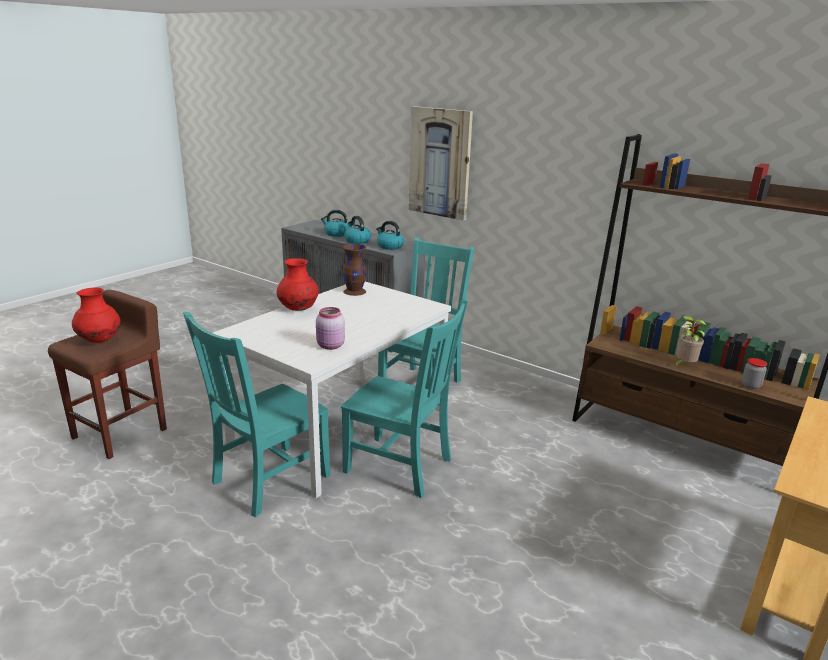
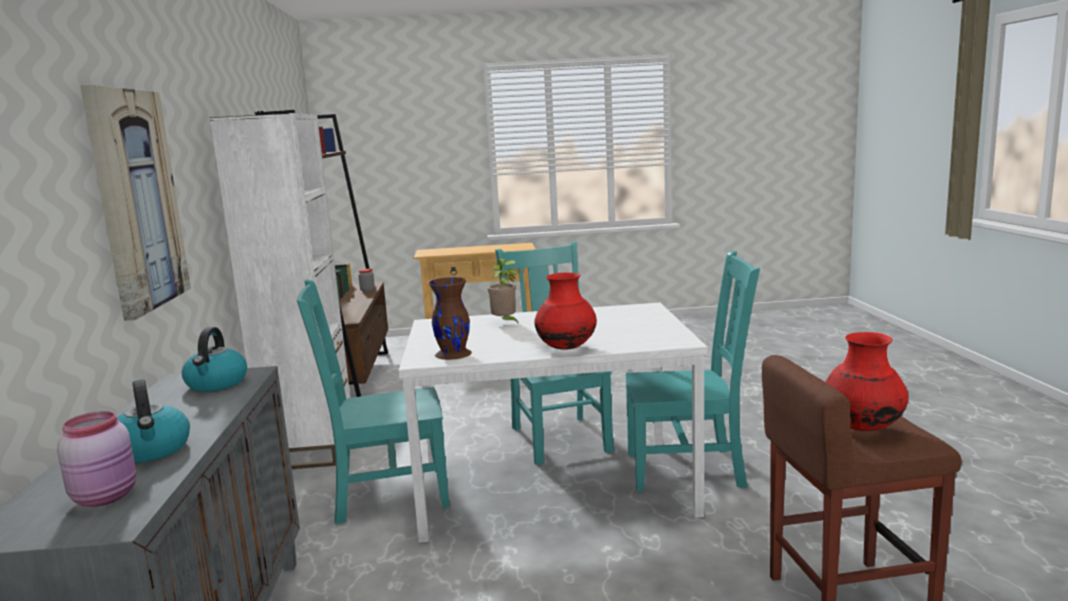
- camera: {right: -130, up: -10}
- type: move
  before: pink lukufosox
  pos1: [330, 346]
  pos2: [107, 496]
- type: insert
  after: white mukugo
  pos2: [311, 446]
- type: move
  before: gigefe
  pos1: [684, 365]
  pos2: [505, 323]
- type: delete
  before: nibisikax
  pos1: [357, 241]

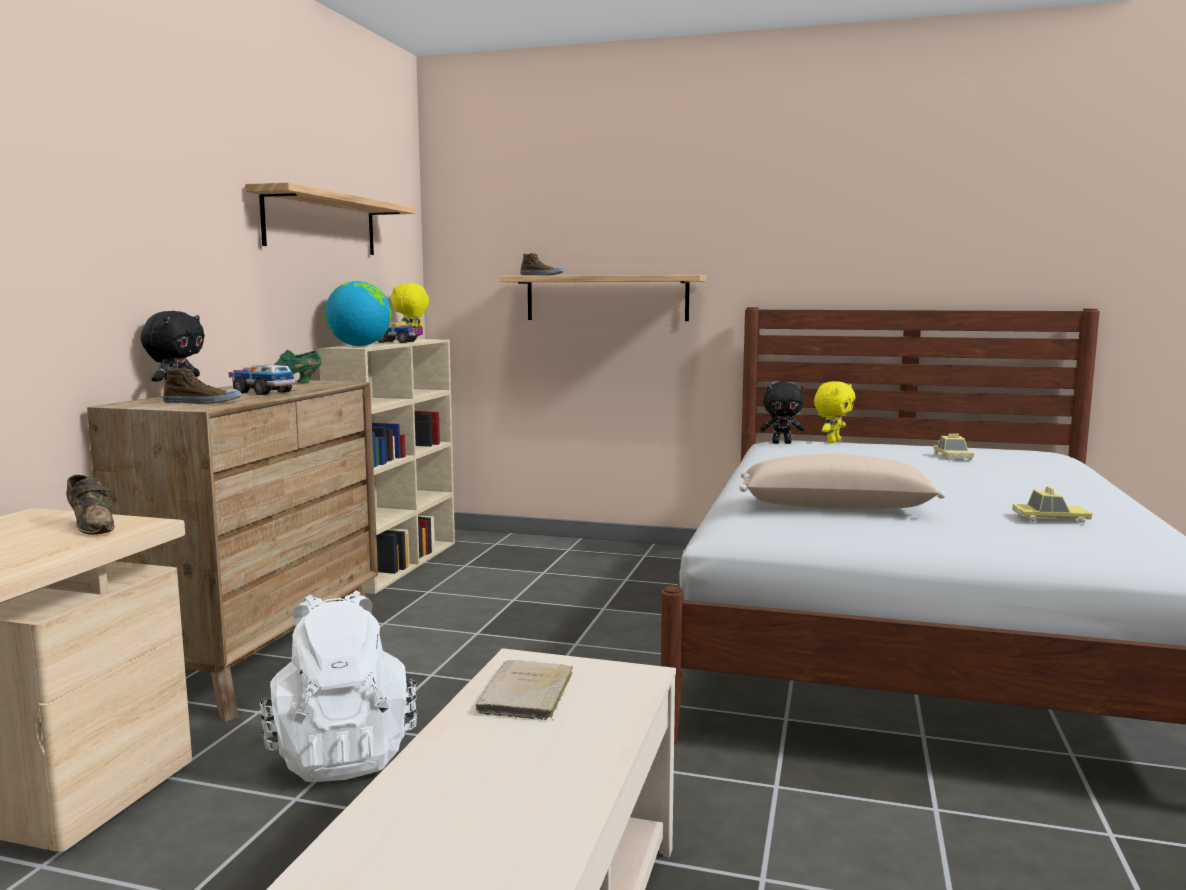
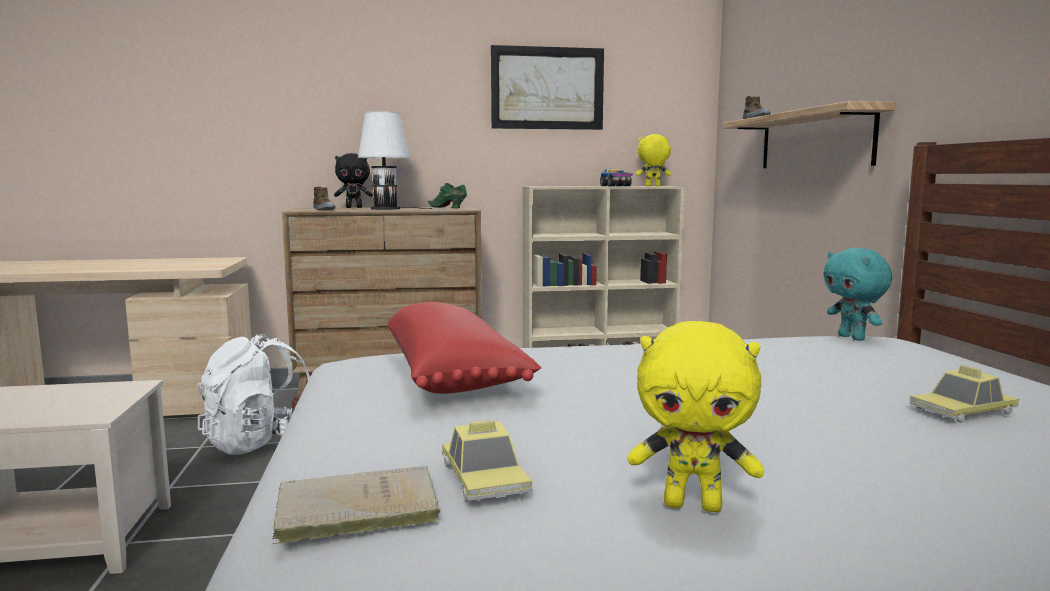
- camera: {right: 65, up: 0}
- type: move
  before: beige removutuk
  pos1: [525, 695]
  pos2: [352, 509]
- type: replace
  before: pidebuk
  after: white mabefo
  pos1: [262, 392]
  pos2: [388, 209]
- type: recolor
  before: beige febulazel
  after: red febulazel
  pos1: [836, 506]
  pos2: [454, 375]
- type: replace
  before: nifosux
  after: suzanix
  pos1: [321, 224]
  pos2: [547, 88]
- type: move
  before: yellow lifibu
  pos1: [832, 442]
  pos2: [693, 505]
- type: recolor
  before: black lifibu
  after: turquoise lifibu
  pos1: [782, 443]
  pos2: [852, 338]
- type: delete
  before: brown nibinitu
  pos1: [91, 527]
- type: delete
  before: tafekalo
  pos1: [360, 345]

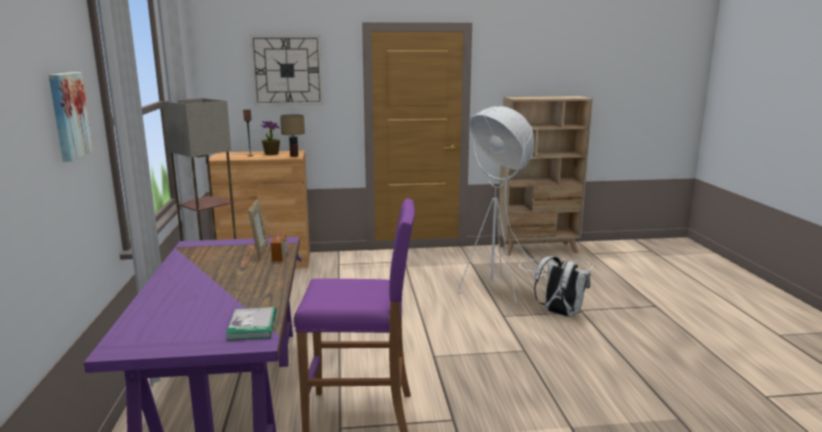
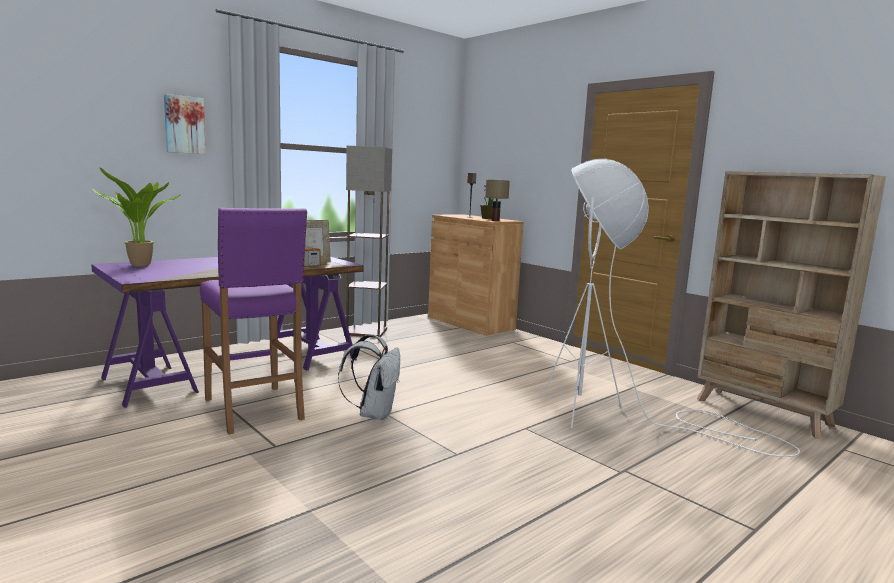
- camera: {right: 55, up: -5}
- type: insert
  after: gigefe
  pos2: [142, 266]
- type: move
  before: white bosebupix
  pos1: [559, 313]
  pos2: [374, 413]
- type: delete
  before: removutuk
  pos1: [252, 326]
- type: delete
  before: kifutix
  pos1: [287, 70]

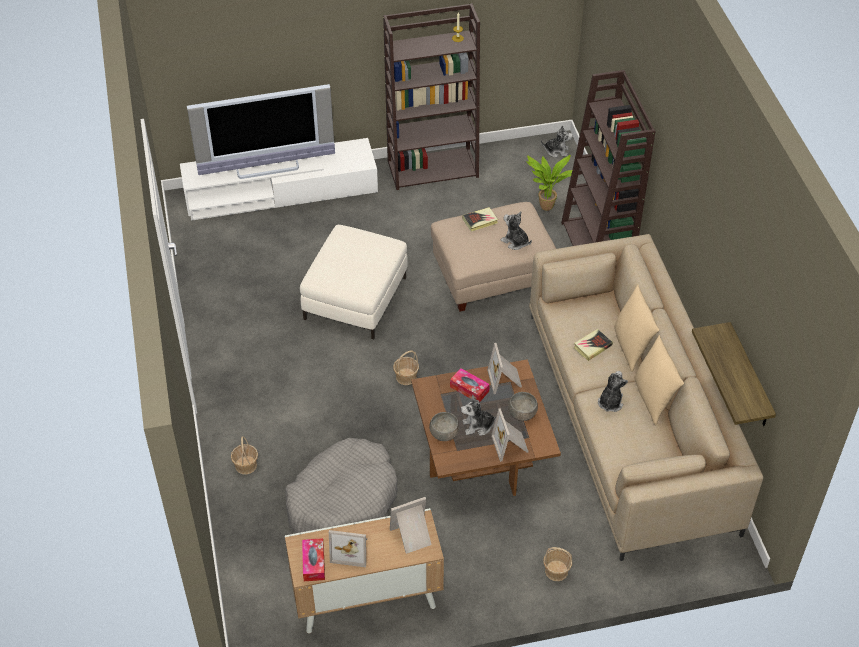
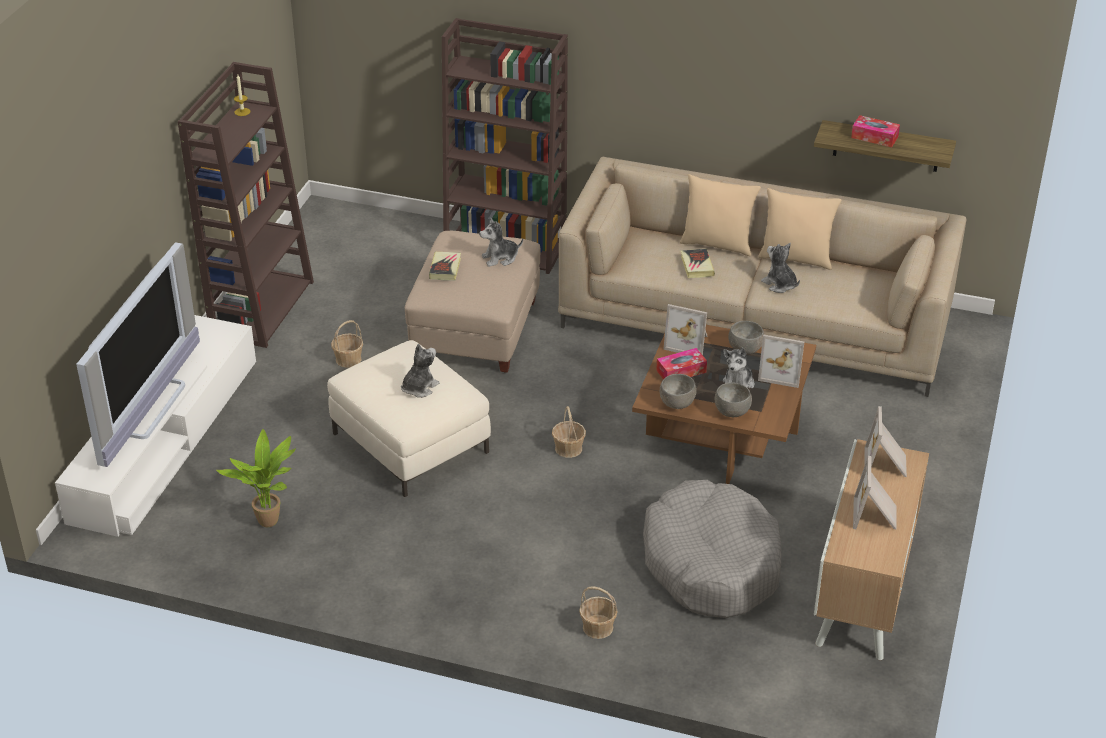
- camera: {right: -60, up: -10}
- type: move
  before: gigefe
  pos1: [546, 209]
  pos2: [271, 523]
- type: move
  before: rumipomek
  pos1: [556, 571]
  pos2: [348, 359]
- type: move
  before: lifibu
  pos1: [556, 151]
  pos2: [419, 388]
- type: insert
  after: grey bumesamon
  pos2: [676, 403]
- type: move
  before: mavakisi
  pos1: [313, 563]
  pos2: [874, 137]
- type: rotate
  before: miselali
  pos1: [351, 550]
  pos2: [875, 515]
  turn: 150

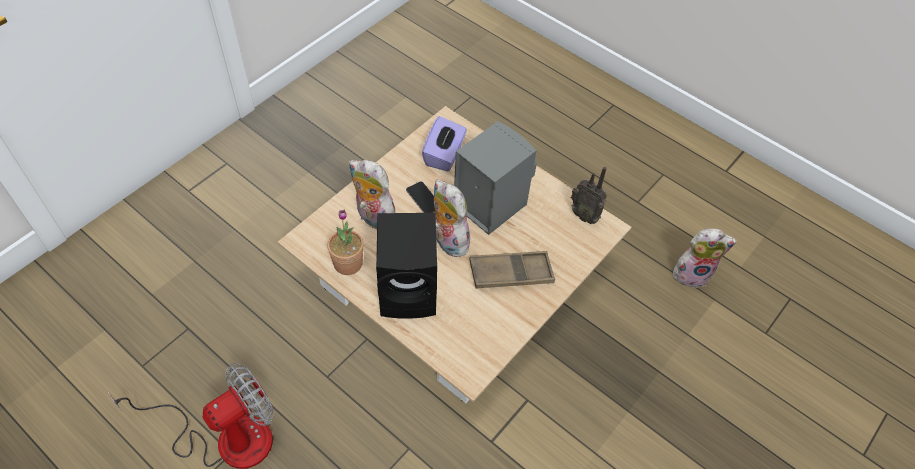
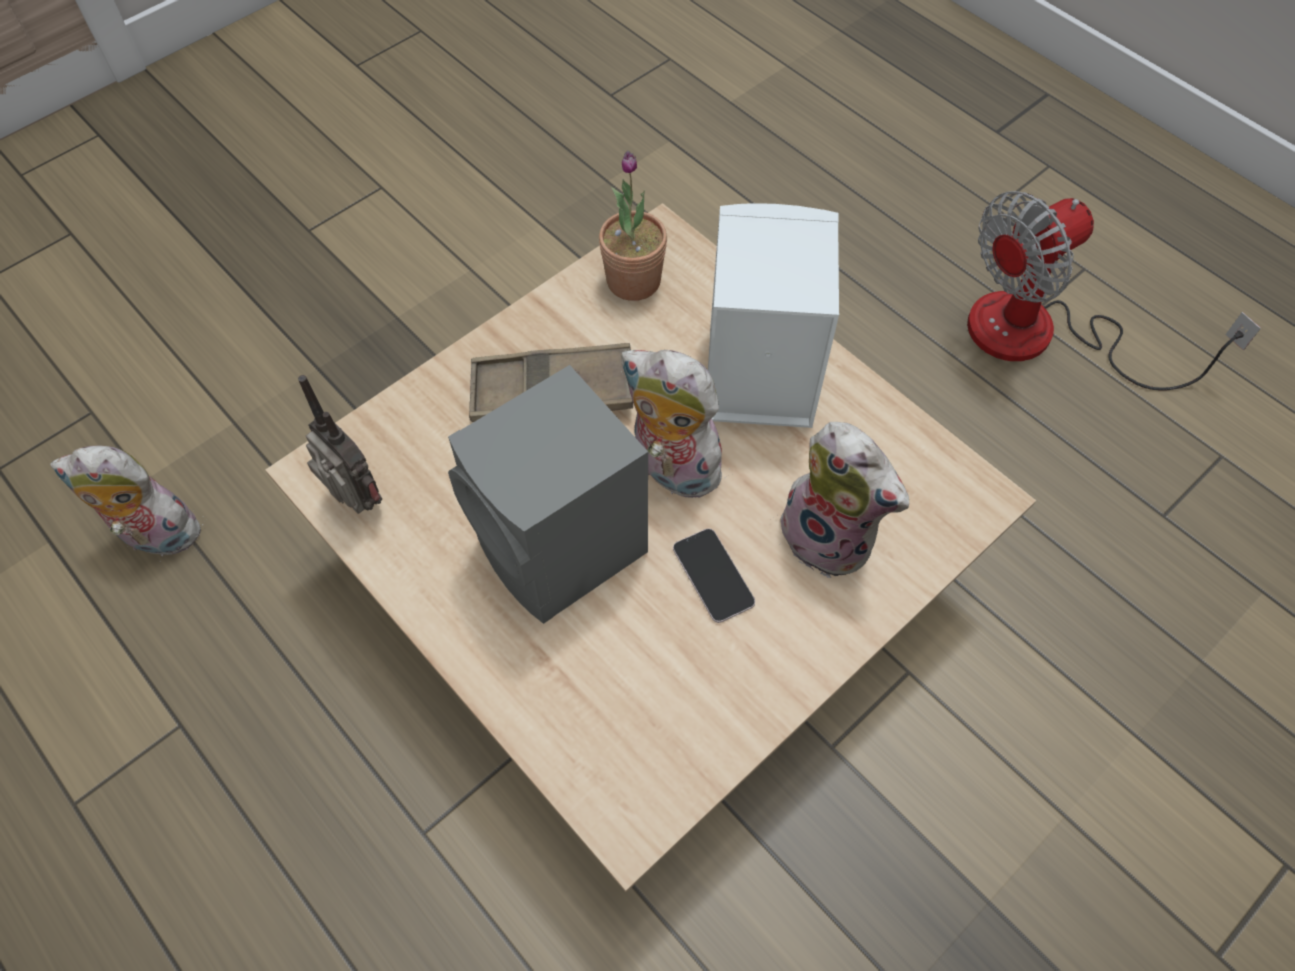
- camera: {right: -170, up: 5}
- type: move
  before: gigefe
  pos1: [348, 263]
  pos2: [633, 281]
- type: rotate
  before: lifibu
  pos1: [447, 241]
  pos2: [670, 469]
  turn: 150
- type: recolor
  before: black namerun
  after: white namerun
  pos1: [410, 291]
  pos2: [754, 375]
- type: delete
  before: purple mavakisi
  pos1: [444, 155]

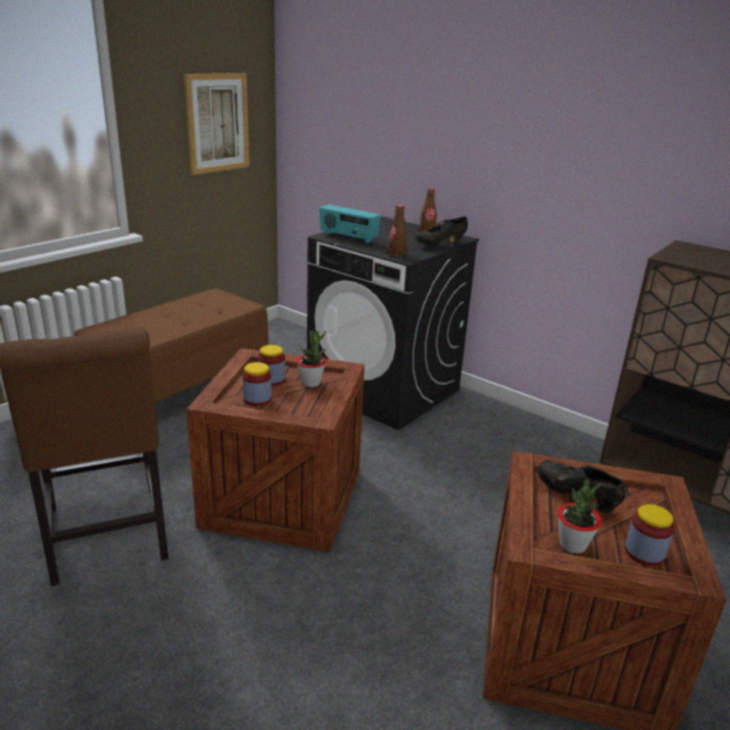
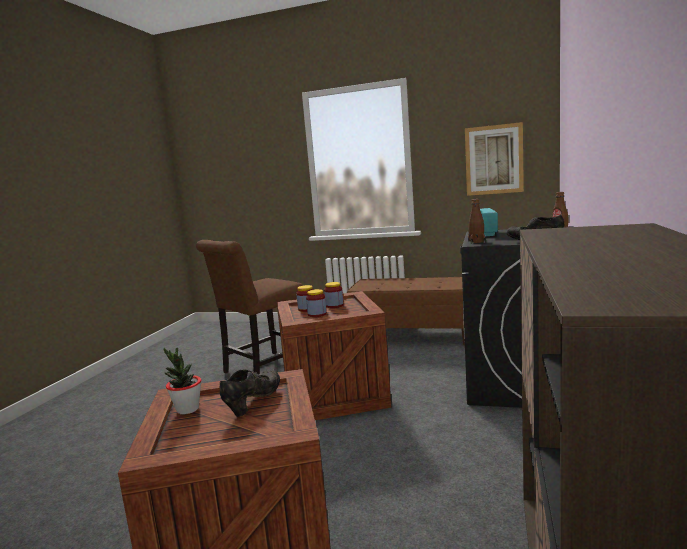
- camera: {right: 70, up: -15}
- type: move
  before: lukufosox
  pos1: [644, 553]
  pos2: [317, 314]
- type: delete
  before: gigefe
  pos1: [311, 383]

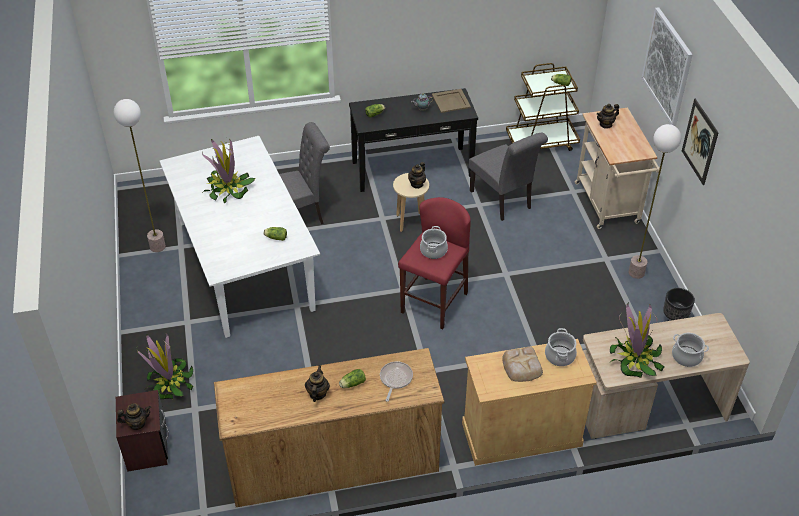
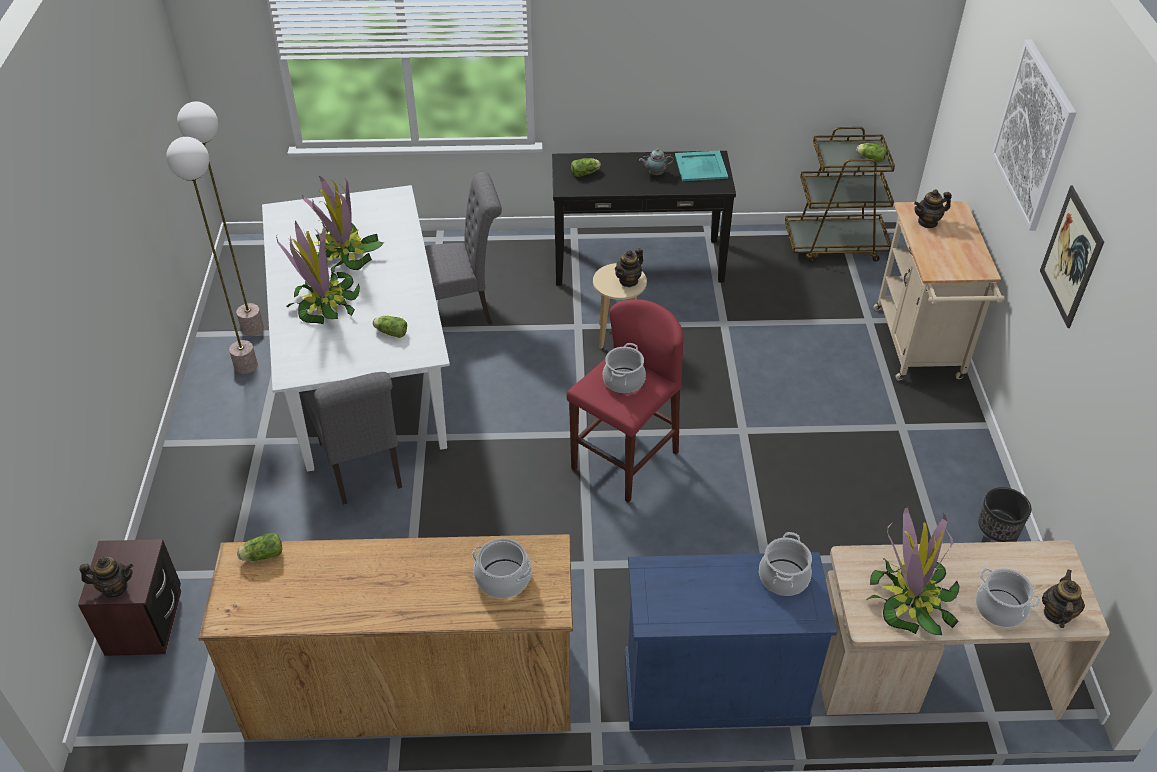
- camera: {right: 10, up: 0}
- type: move
  before: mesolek
  pos1: [636, 273]
  pos2: [246, 366]
- type: move
  before: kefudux
  pos1: [352, 384]
  pos2: [261, 555]
- type: move
  before: gigefe
  pos1: [169, 382]
  pos2: [324, 304]
- type: move
  before: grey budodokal
  pos1: [503, 201]
  pos2: [363, 469]
- type: replace
  before: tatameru
  after: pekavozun
  pos1: [395, 379]
  pos2: [503, 579]
- type: recolor
  before: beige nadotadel
  after: blue nadotadel
  pos1: [521, 434]
  pos2: [714, 688]
- type: recolor
  before: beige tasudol
  after: turquoise tasudol
  pos1: [450, 101]
  pos2: [700, 166]
- type: move
  before: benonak
  pos1: [317, 394]
  pos2: [1056, 614]
- type: delete
  before: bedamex
  pos1: [521, 367]

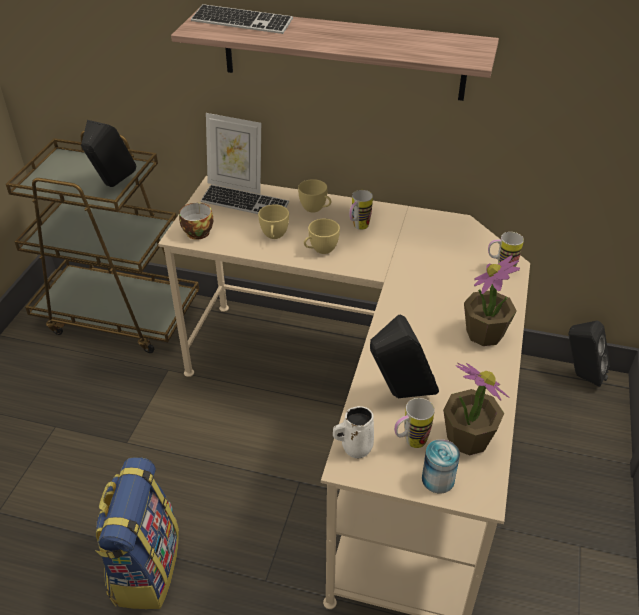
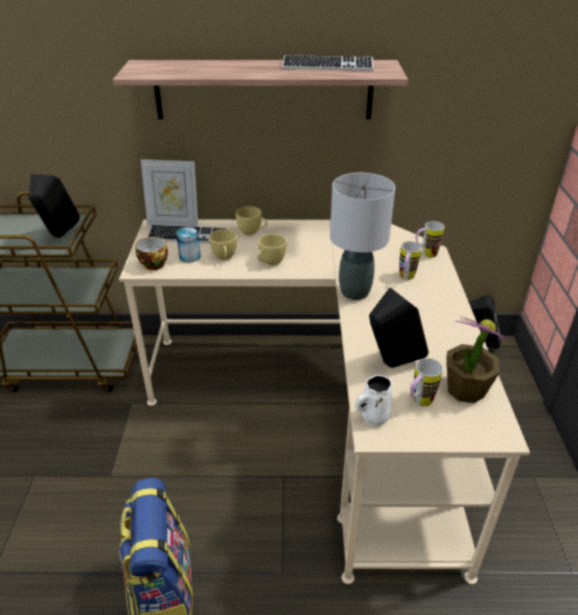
- camera: {right: -15, up: -5}
- type: move
  before: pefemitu
  pos1: [438, 479]
  pos2: [190, 256]
- type: move
  before: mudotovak
  pos1: [241, 22]
  pos2: [327, 66]
- type: insert
  after: grey mabefo
  pos2: [354, 292]
- type: move
  before: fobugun
  pos1: [358, 228]
  pos2: [405, 278]
- type: delete
  before: gigefe
  pos1: [484, 334]

